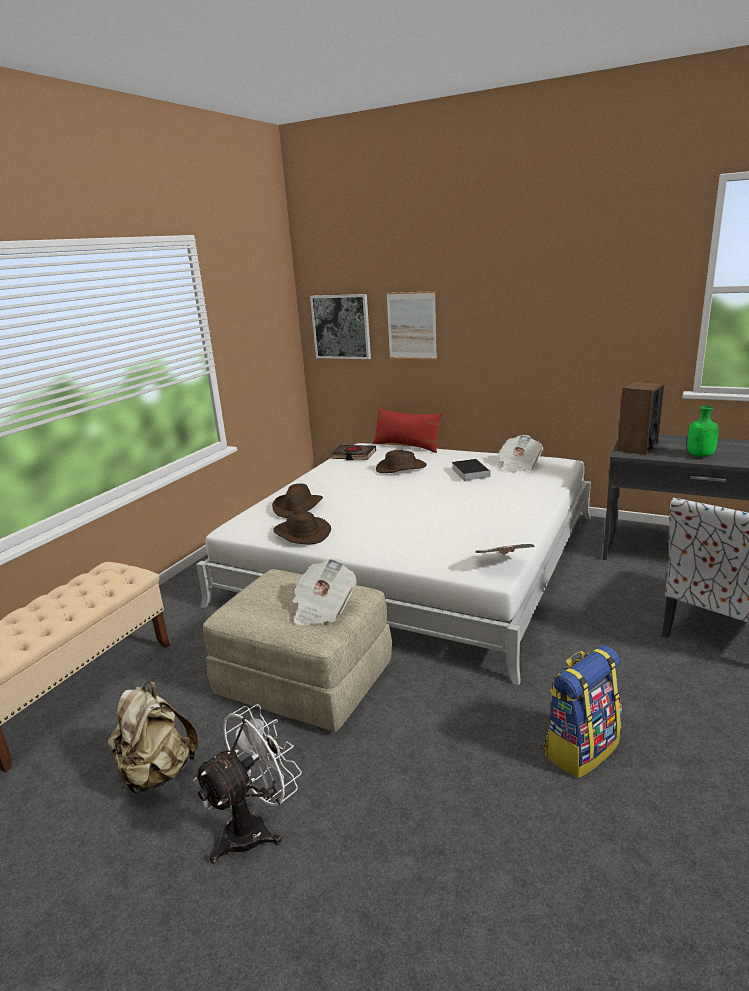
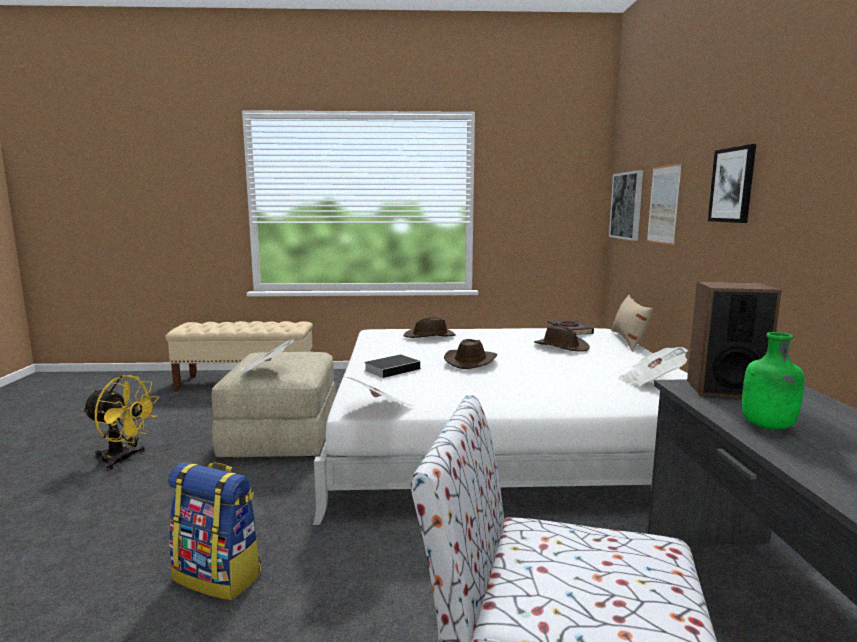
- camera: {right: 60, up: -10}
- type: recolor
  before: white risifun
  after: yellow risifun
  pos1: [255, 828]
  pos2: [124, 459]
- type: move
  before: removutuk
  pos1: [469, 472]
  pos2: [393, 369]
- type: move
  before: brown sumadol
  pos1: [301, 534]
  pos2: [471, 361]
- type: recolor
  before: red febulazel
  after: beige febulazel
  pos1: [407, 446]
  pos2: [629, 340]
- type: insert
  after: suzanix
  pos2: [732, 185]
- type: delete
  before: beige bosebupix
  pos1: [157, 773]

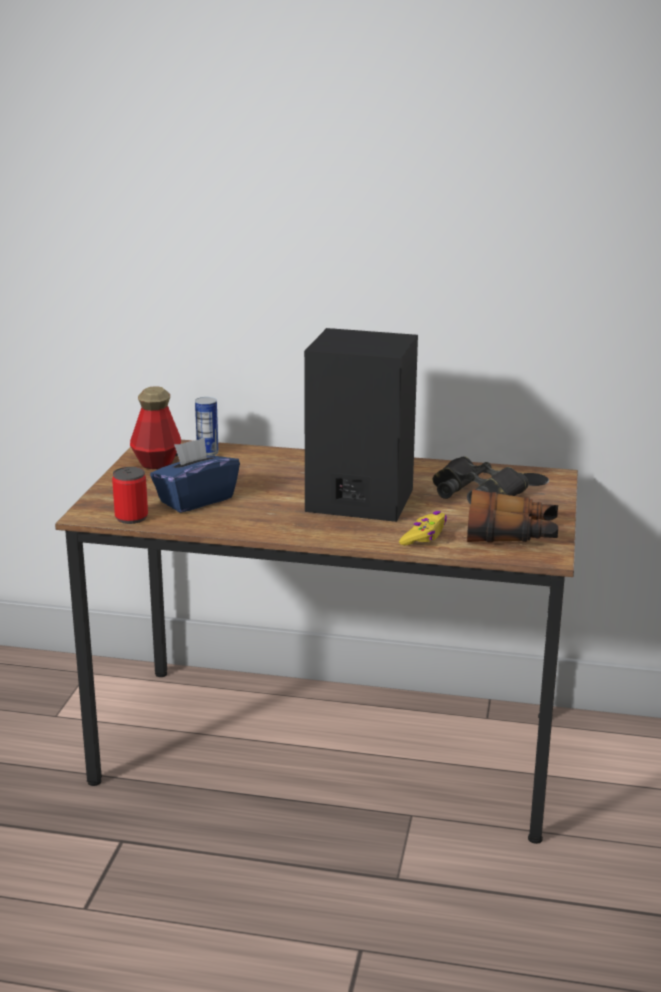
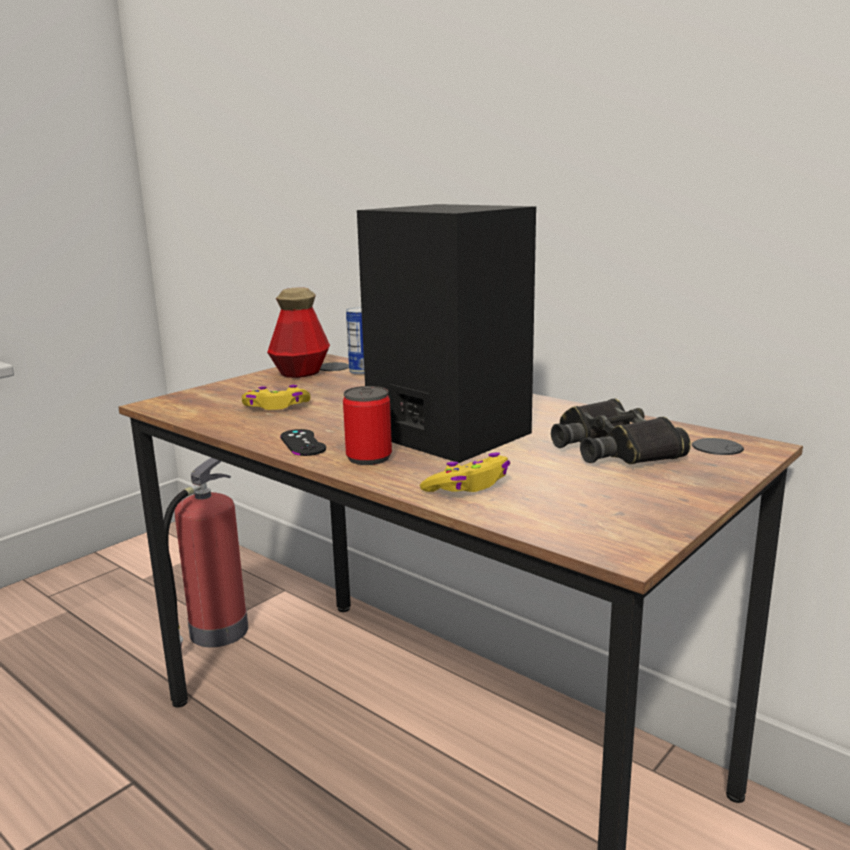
- camera: {right: 30, up: -5}
- type: insert
  after: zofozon
  pos2: [216, 632]
- type: replace
  before: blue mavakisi
  after: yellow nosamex
  pos1: [195, 500]
  pos2: [276, 407]
- type: insert
  after: black nosamex
  pos2: [302, 443]
- type: move
  before: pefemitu
  pos1: [131, 518]
  pos2: [369, 457]
- type: delete
  before: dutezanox
  pos1: [512, 534]

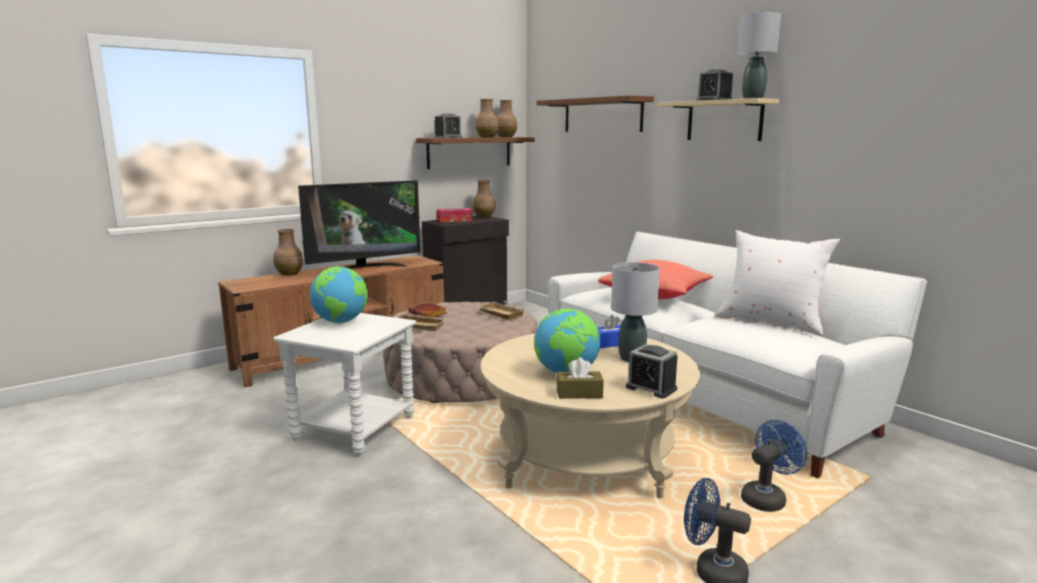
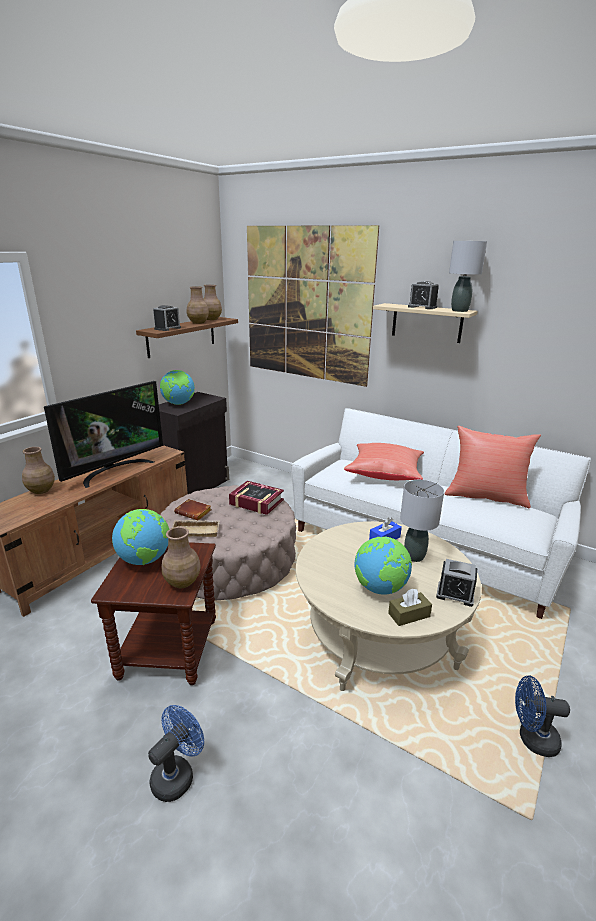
- camera: {right: -20, up: 10}
- type: recolor
  before: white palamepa
  after: brown palamepa
  pos1: [354, 428]
  pos2: [167, 648]
- type: move
  before: blue risifun
  pos1: [767, 498]
  pos2: [177, 774]
- type: replace
  before: mavakisi
  after: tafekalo
  pos1: [454, 220]
  pos2: [178, 404]
- type: move
  before: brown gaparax
  pos1: [484, 217]
  pos2: [183, 582]
- type: replace
  before: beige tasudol
  after: removutuk
  pos1: [499, 314]
  pos2: [256, 502]
- type: replace
  before: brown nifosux
  after: suzanix
  pos1: [602, 115]
  pos2: [306, 305]
- type: recolor
  before: white febulazel
  after: red febulazel
  pos1: [771, 322]
  pos2: [486, 496]

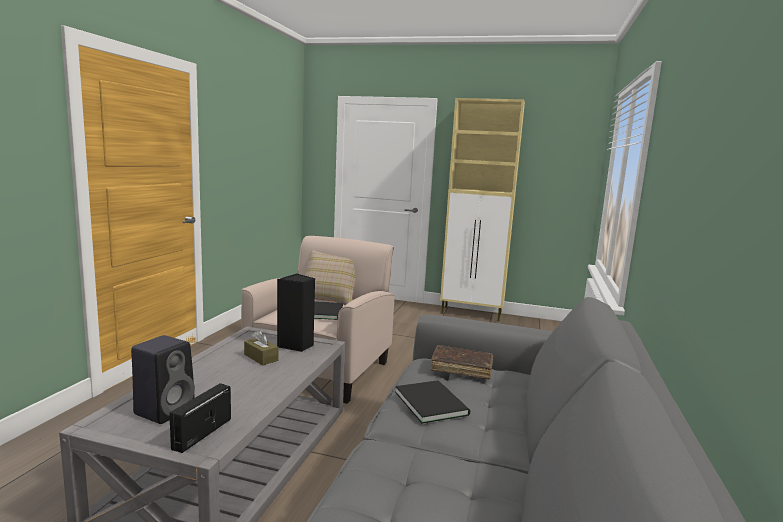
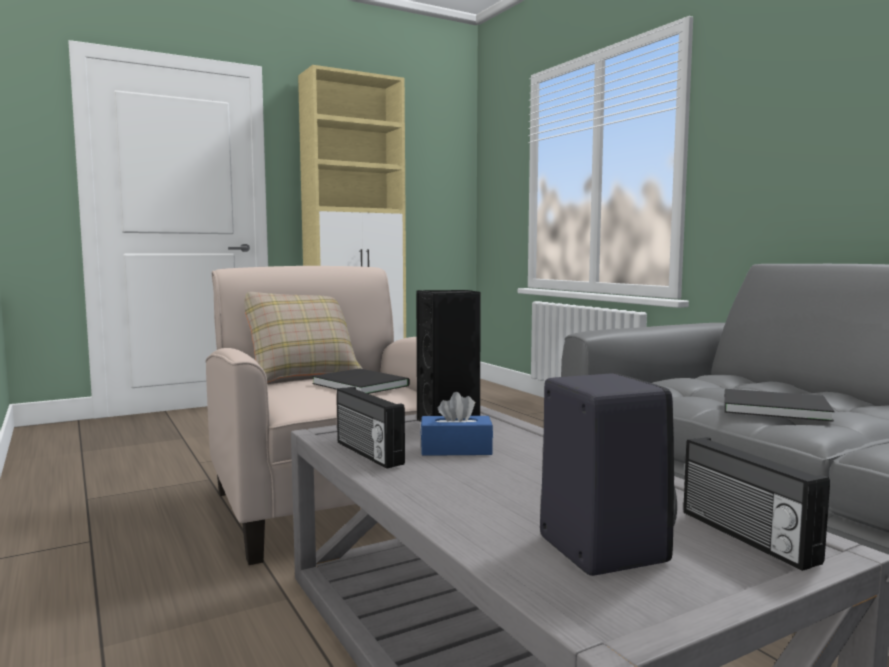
- camera: {right: -45, up: -5}
- type: insert
  after: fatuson
  pos2: [367, 453]
- type: recolor
  before: brown mavakisi
  after: blue mavakisi
  pos1: [261, 357]
  pos2: [456, 449]
- type: delete
  before: brown removutuk
  pos1: [461, 368]

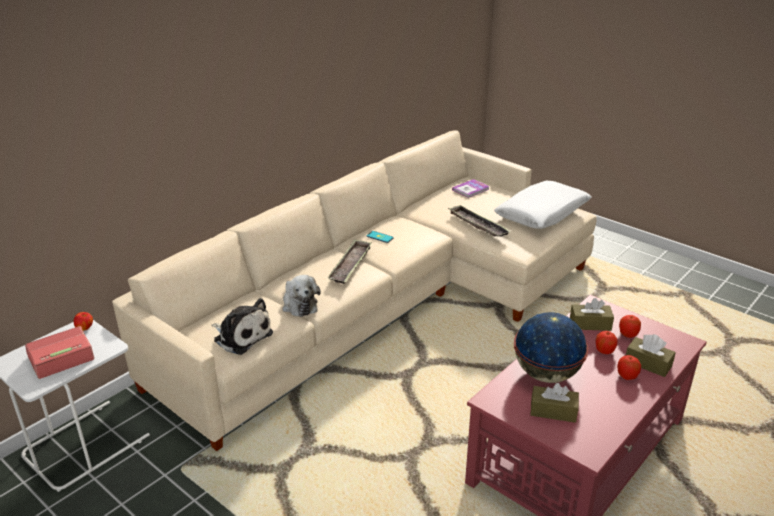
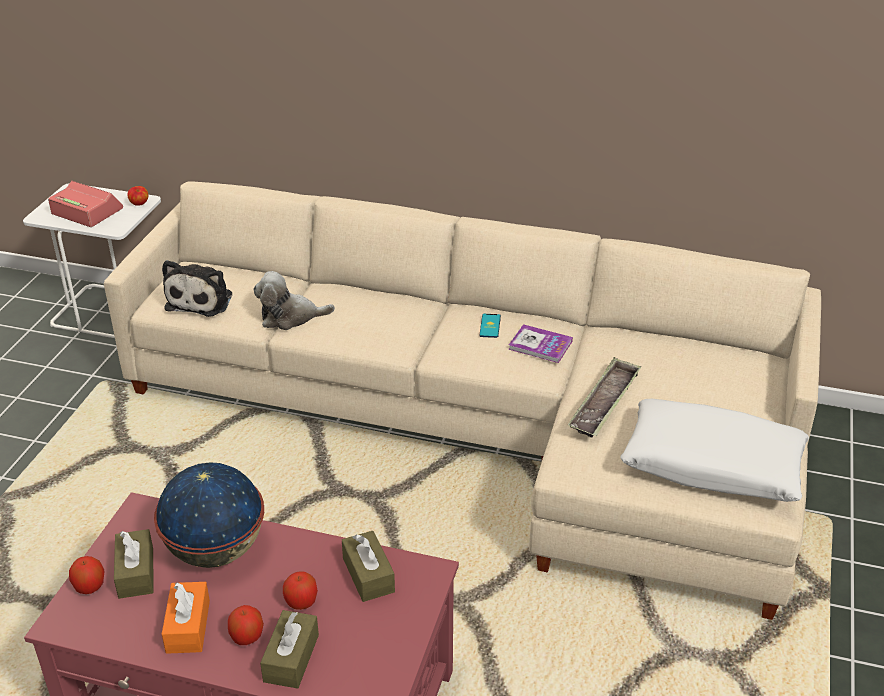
- camera: {right: 65, up: 5}
- type: move
  before: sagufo
  pos1: [628, 334]
  pos2: [90, 587]
- type: insert
  after: orange mavakisi
  pos2: [188, 626]
- type: rotate
  before: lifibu
  pos1: [299, 304]
  pos2: [290, 317]
  turn: 45
- type: move
  before: removutuk
  pos1: [470, 189]
  pos2: [540, 345]
- type: delete
  before: tasudol
  pos1: [350, 265]

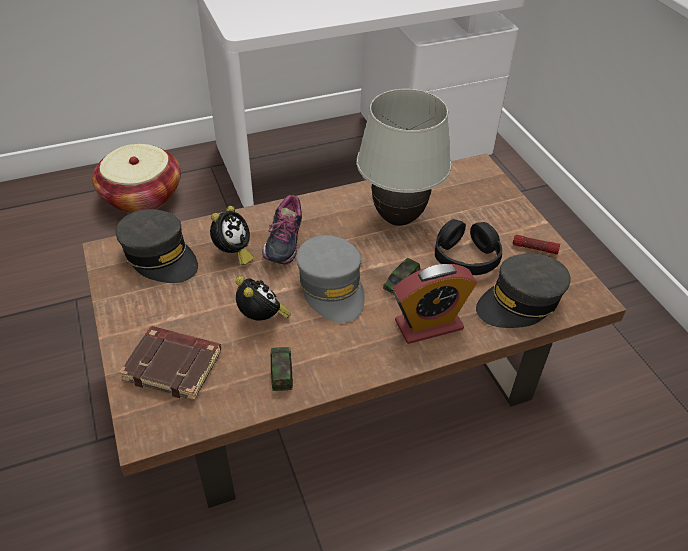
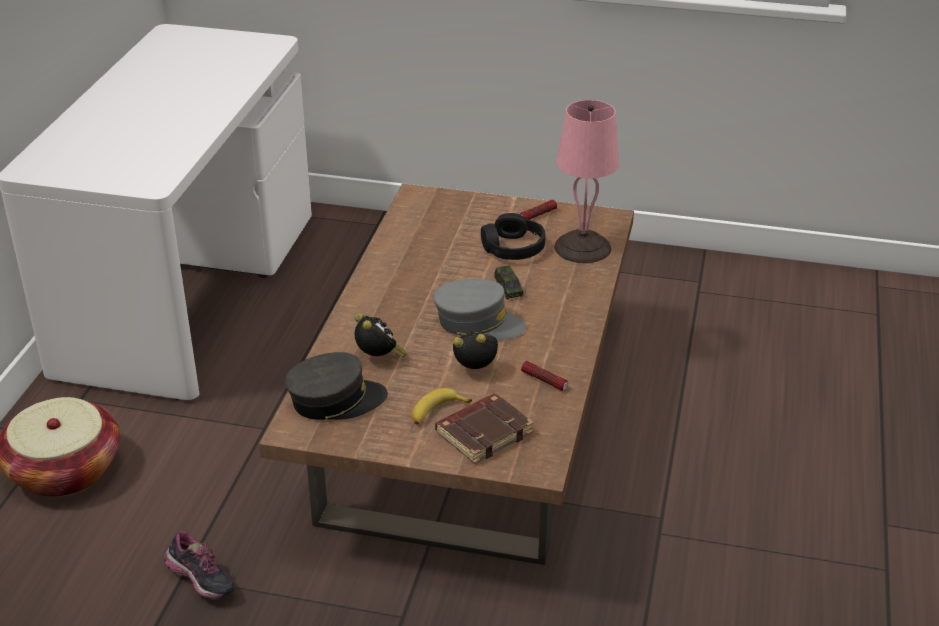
- camera: {right: -55, up: -10}
- type: move
  before: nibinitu
  pos1: [282, 244]
  pos2: [200, 582]
- type: insert
  after: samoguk
  pos2: [436, 413]
- type: replace
  before: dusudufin
  after: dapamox
  pos1: [281, 372]
  pos2: [544, 381]
- type: replace
  before: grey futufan
  after: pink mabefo
  pos1: [520, 302]
  pos2: [583, 247]
- type: delete
  before: white mabefo
  pos1: [397, 219]
- type: delete
  before: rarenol
  pos1: [429, 325]

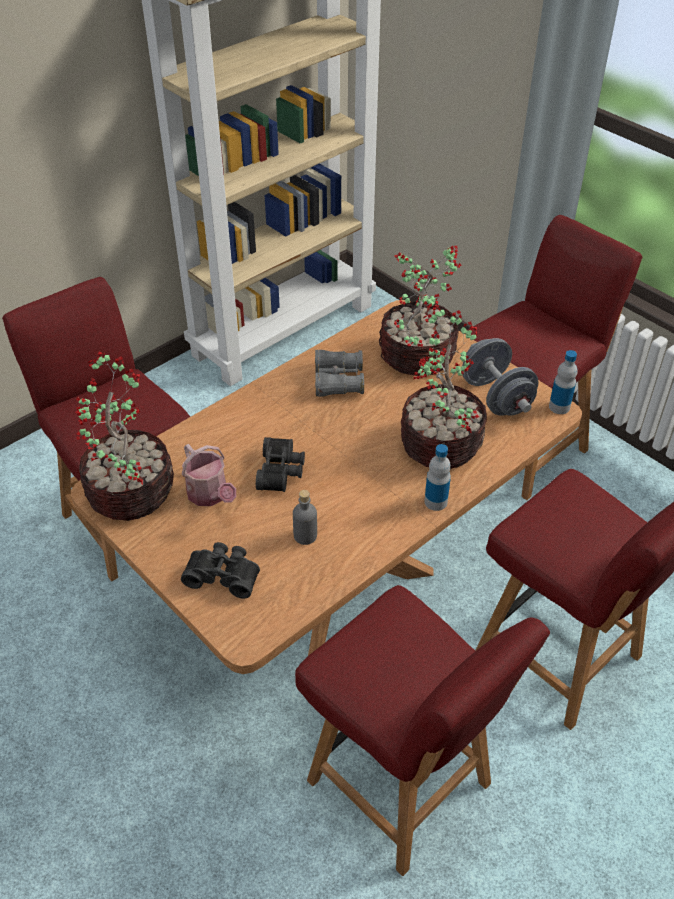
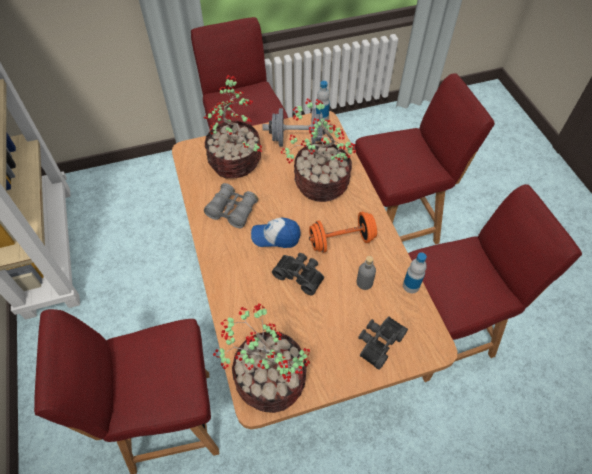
- camera: {right: -65, up: 10}
- type: insert
  after: futufan
  pos2: [276, 236]
- type: insert
  after: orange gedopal
  pos2: [341, 241]
- type: move
  before: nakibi
  pos1: [435, 502]
  pos2: [411, 286]
- type: delete
  before: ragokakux
  pos1: [210, 495]

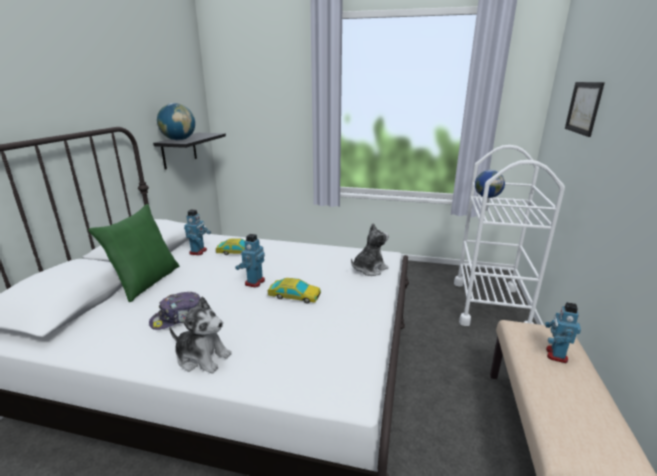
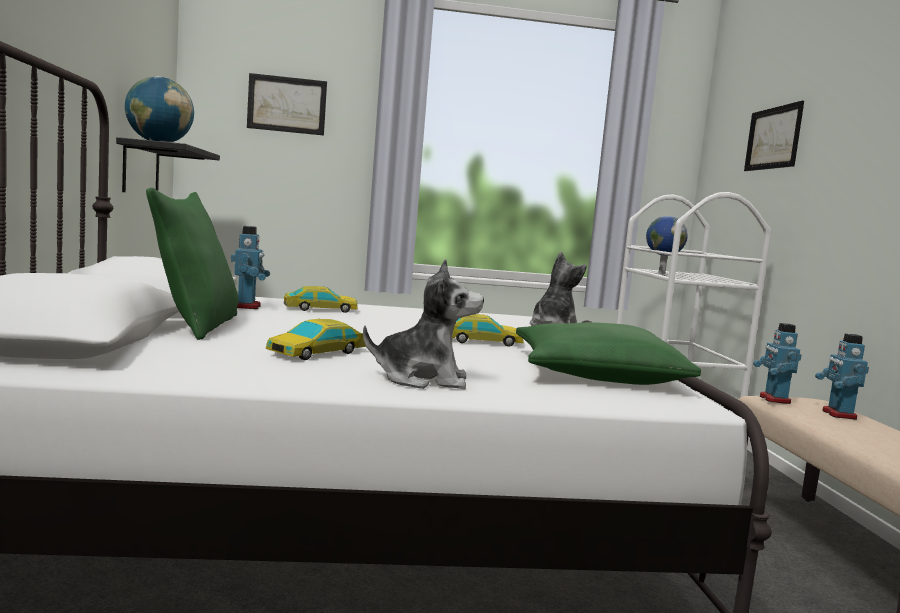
- camera: {right: -20, up: -15}
- type: insert
  after: suzanix
  pos2: [287, 104]
- type: replace
  before: futufan
  after: dusudufin
  pos1: [178, 318]
  pos2: [318, 352]
- type: insert
  after: green febulazel
  pos2: [595, 373]
- type: move
  before: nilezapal
  pos1: [254, 282]
  pos2: [774, 399]

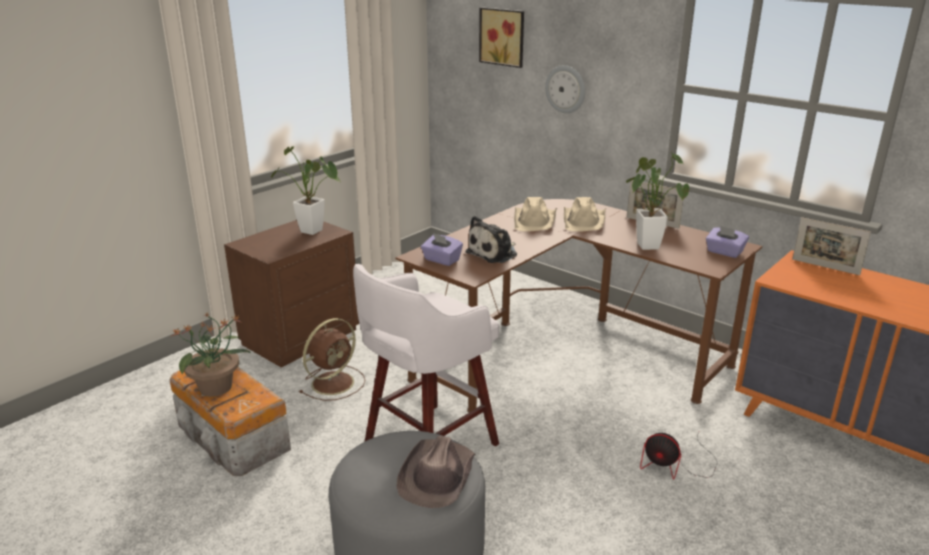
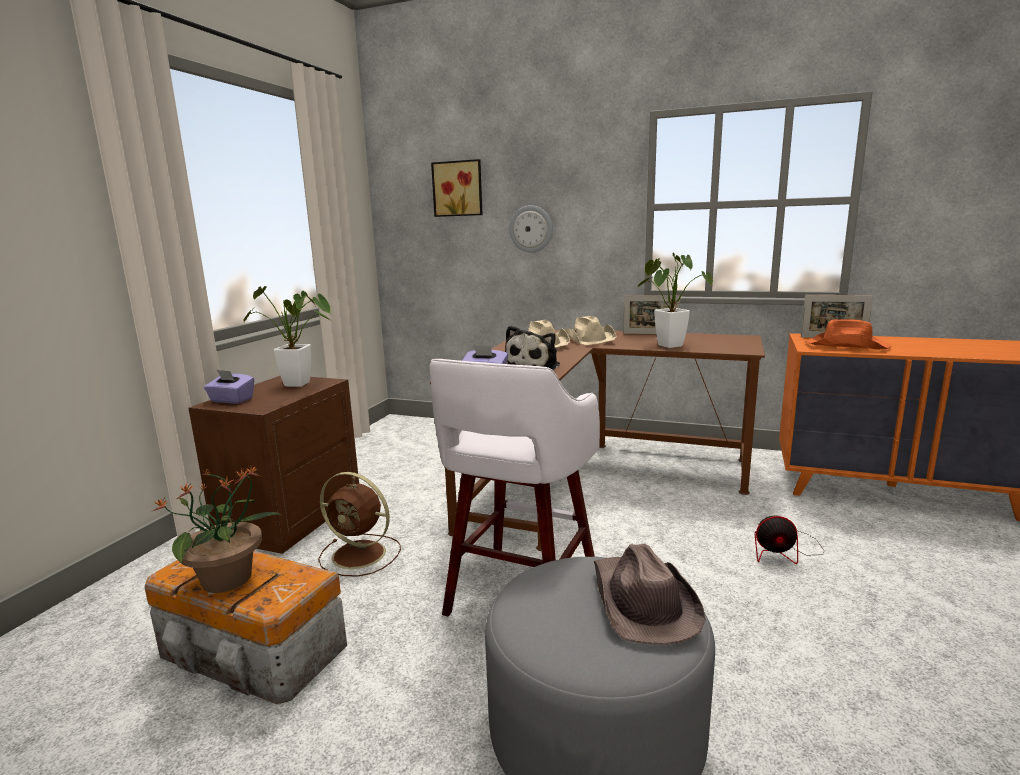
- camera: {right: -20, up: -10}
- type: move
  before: purple mavakisi
  pos1: [724, 252]
  pos2: [231, 400]
- type: rotate
  before: brown risifun
  pos1: [334, 382]
  pos2: [361, 555]
  turn: 90
- type: insert
  after: orange sumadol
  pos2: [847, 346]

